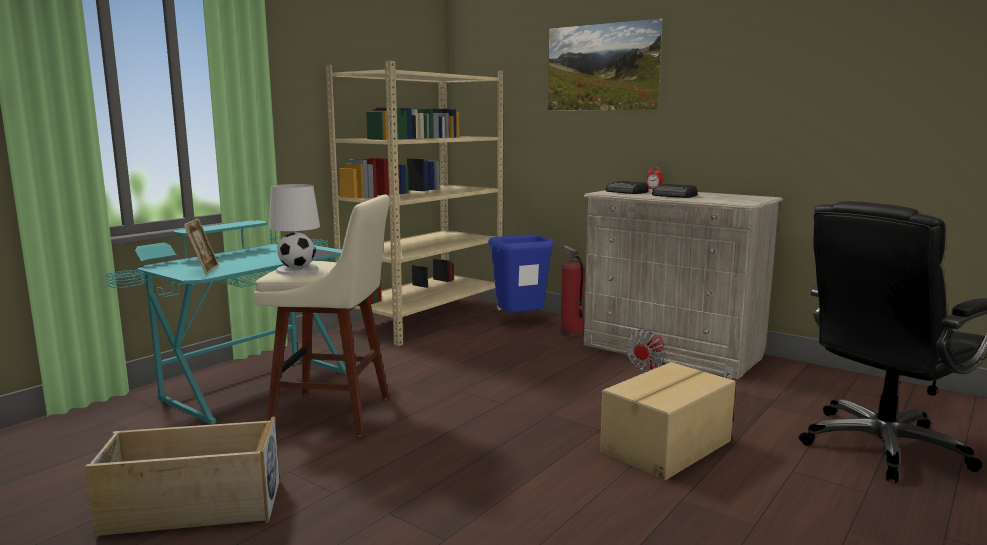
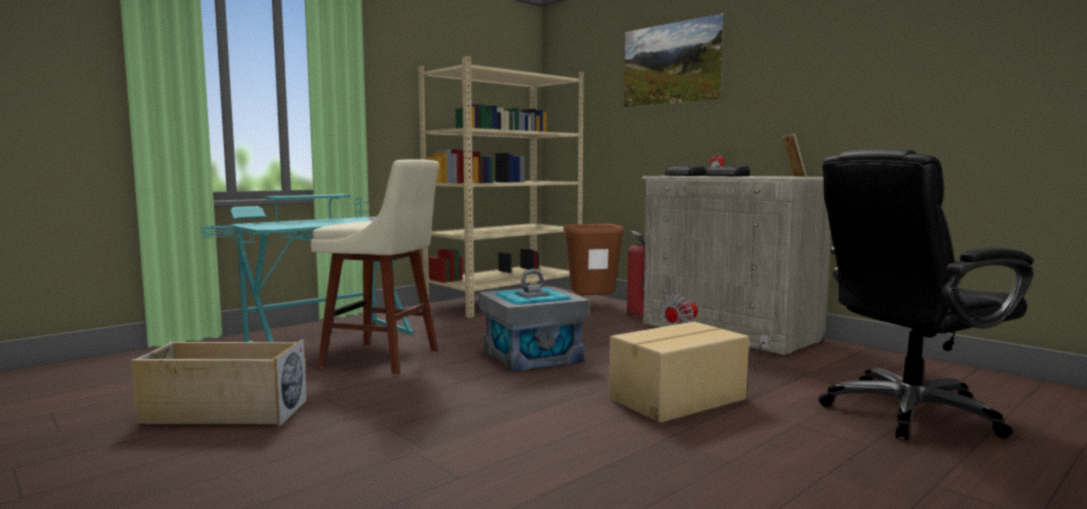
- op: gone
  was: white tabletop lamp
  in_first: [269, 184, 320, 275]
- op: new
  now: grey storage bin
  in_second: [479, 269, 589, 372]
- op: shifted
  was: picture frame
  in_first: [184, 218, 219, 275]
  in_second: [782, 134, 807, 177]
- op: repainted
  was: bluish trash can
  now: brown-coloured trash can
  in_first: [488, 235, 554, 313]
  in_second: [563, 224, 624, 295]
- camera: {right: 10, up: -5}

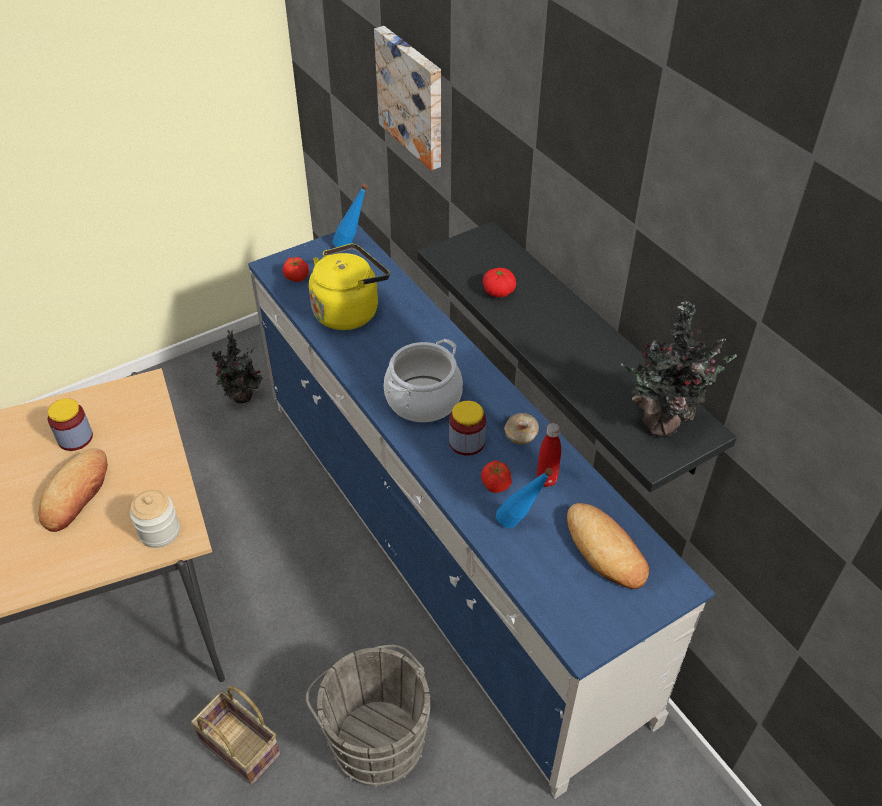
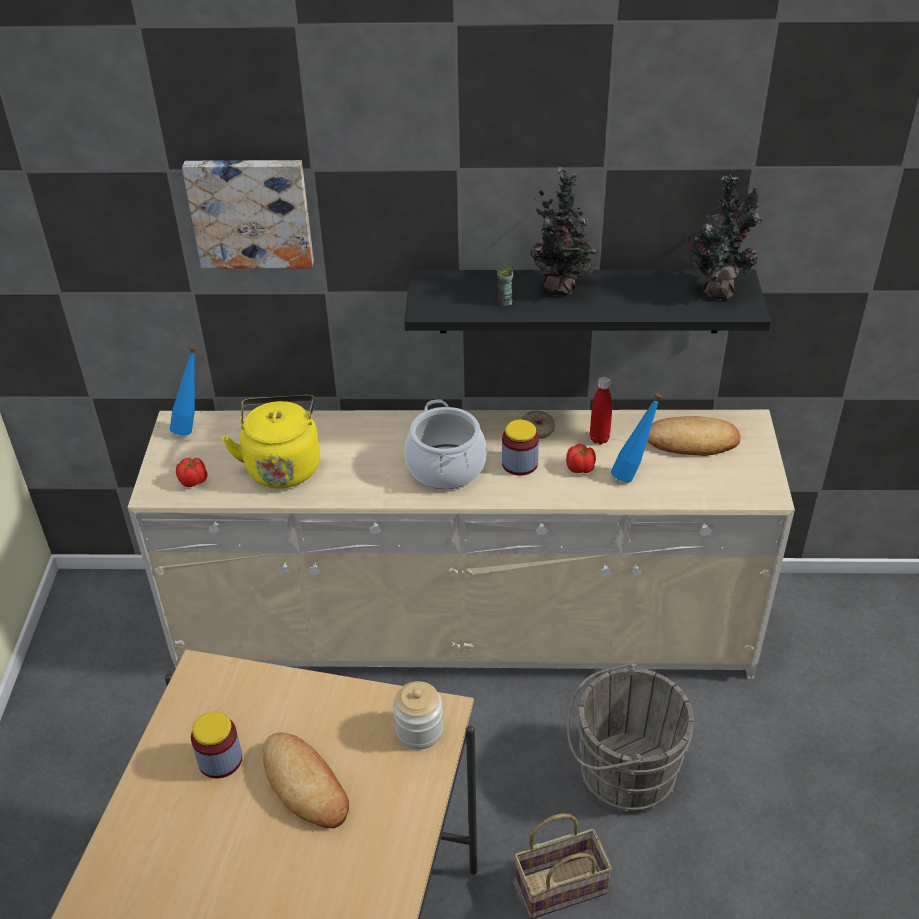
- op: shifted
  was: houseplant
  in_first: [211, 330, 264, 403]
  in_second: [530, 167, 599, 296]
- op: swapped
  was: tomato
  now: small cup
  in_first: [482, 268, 516, 297]
  in_second: [497, 264, 514, 306]
- op: repainted
  was: bluish cupboard
  now: beige-coloured cupboard
  in_first: [248, 225, 716, 799]
  in_second: [127, 410, 795, 678]
- camera: {right: -55, up: -5}

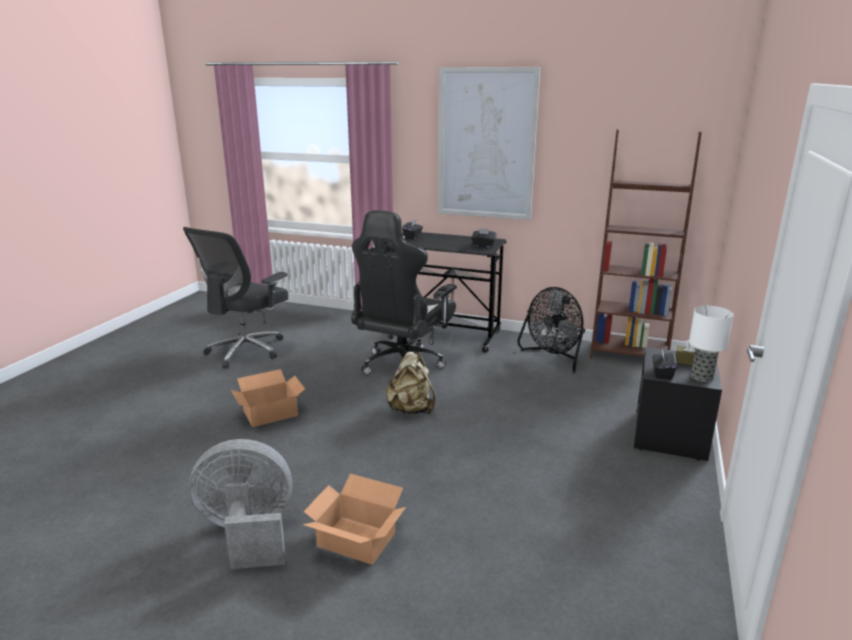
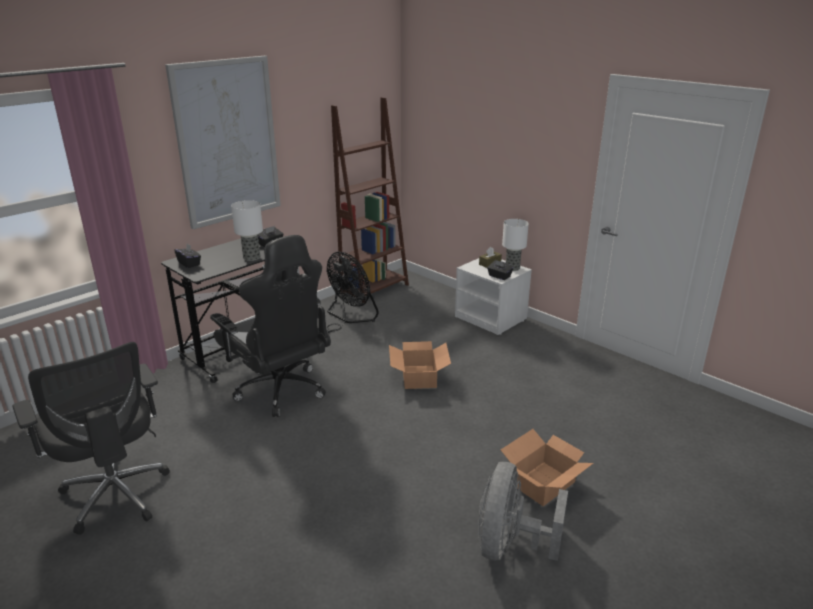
- op: gone
  was: beige-coloured rucksack
  in_first: [386, 352, 435, 415]
- op: new
  now: tabletop lamp
  in_second: [231, 200, 263, 261]
- op: shifted
  was: cardboard box
  in_first: [231, 369, 305, 427]
  in_second: [389, 341, 451, 389]
- op: repainted
  was: blackish bedside table
  now: white bedside table
  in_first: [634, 347, 722, 461]
  in_second: [455, 258, 532, 335]
- op: rotated
  was: blackish fan
  in_first: [518, 287, 585, 373]
  in_second: [326, 252, 379, 333]
  clockwise: -120
- camera: {right: -65, up: 5}

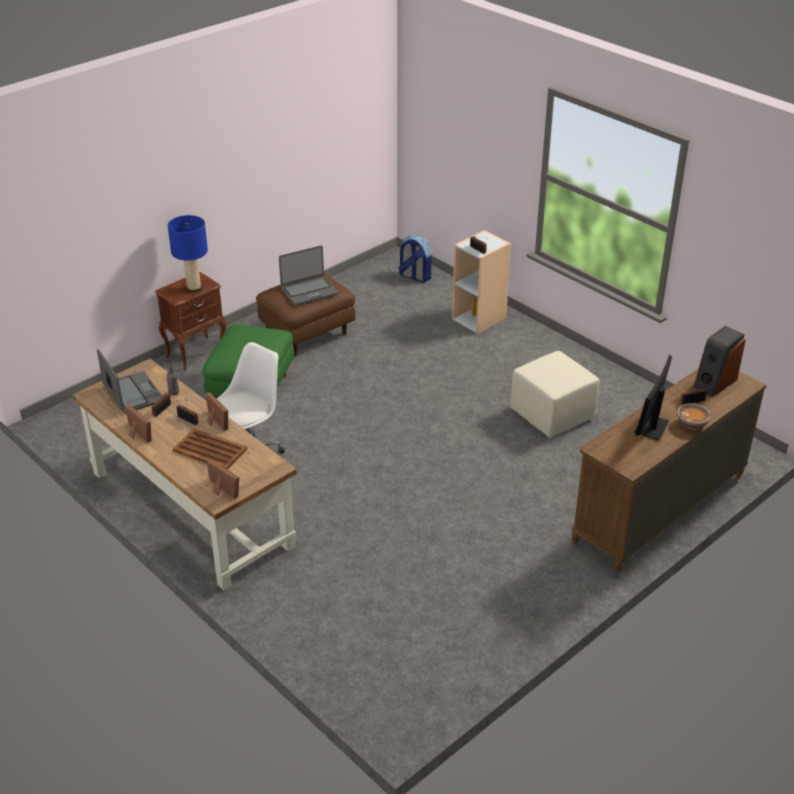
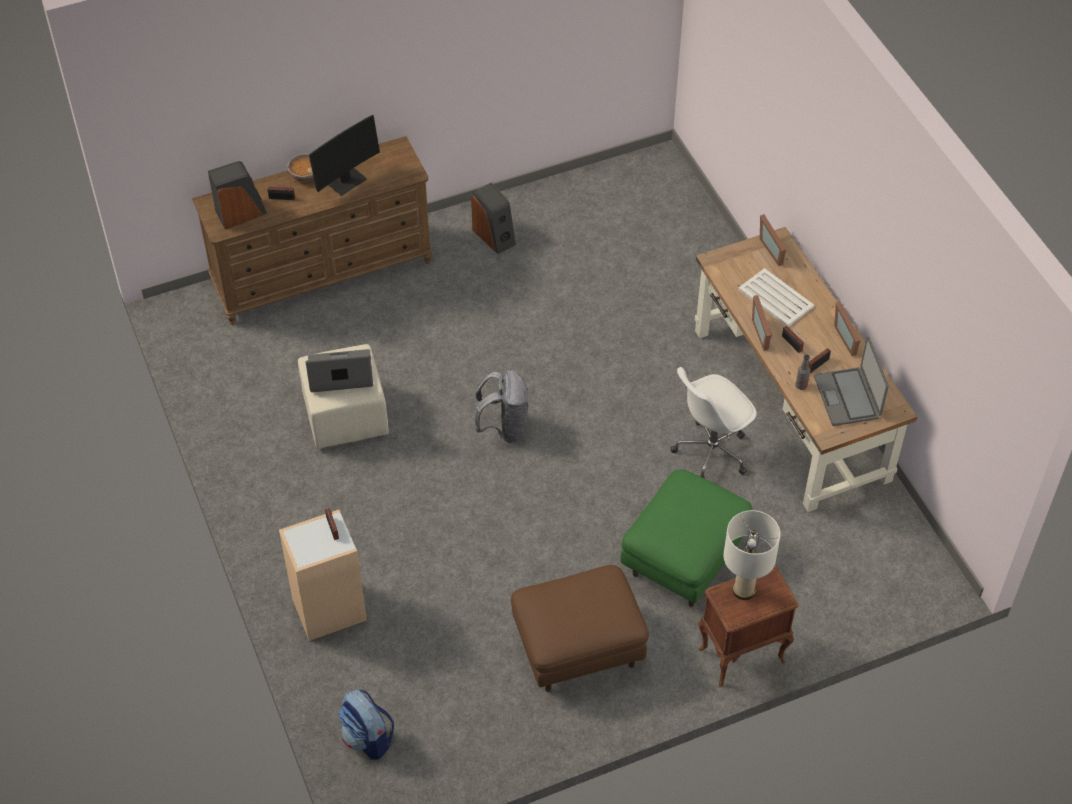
- op: new
  now: loudspeaker
  in_second: [471, 183, 516, 254]
- op: new
  now: grey rucksack
  in_second: [475, 370, 528, 443]
- op: shifted
  was: notebook computer
  in_first: [279, 246, 338, 306]
  in_second: [306, 349, 373, 392]
- op: repainted
  was: bluish tabletop lamp
  now: white tabletop lamp
  in_first: [168, 215, 208, 293]
  in_second: [724, 510, 781, 600]
- op: repainted
  was: brown-coloured serving tray
  now: white serving tray
  in_first: [173, 428, 247, 470]
  in_second: [738, 268, 814, 327]
- camera: {right: -160, up: 15}

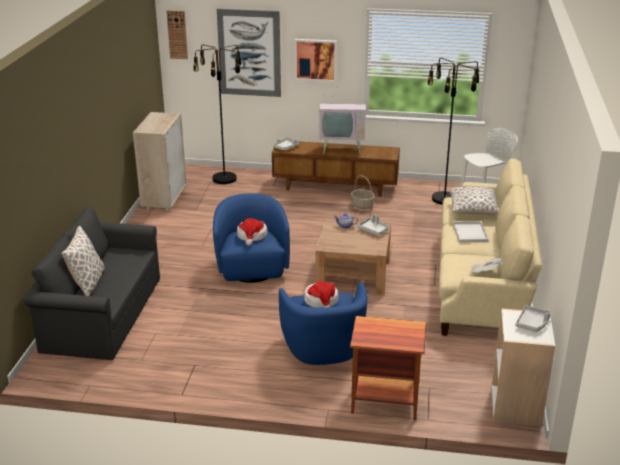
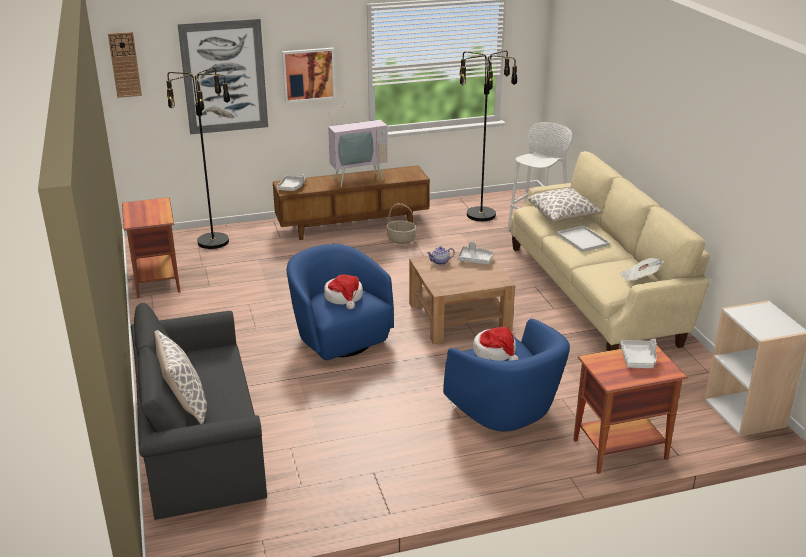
- op: shifted
  was: grey serving tray
  in_first: [515, 305, 551, 332]
  in_second: [620, 339, 657, 368]
- op: swapped
  was: beige-coloured cupboard
  now: bedside table
  in_first: [133, 112, 186, 210]
  in_second: [122, 197, 180, 298]
- camera: {right: -25, up: 0}

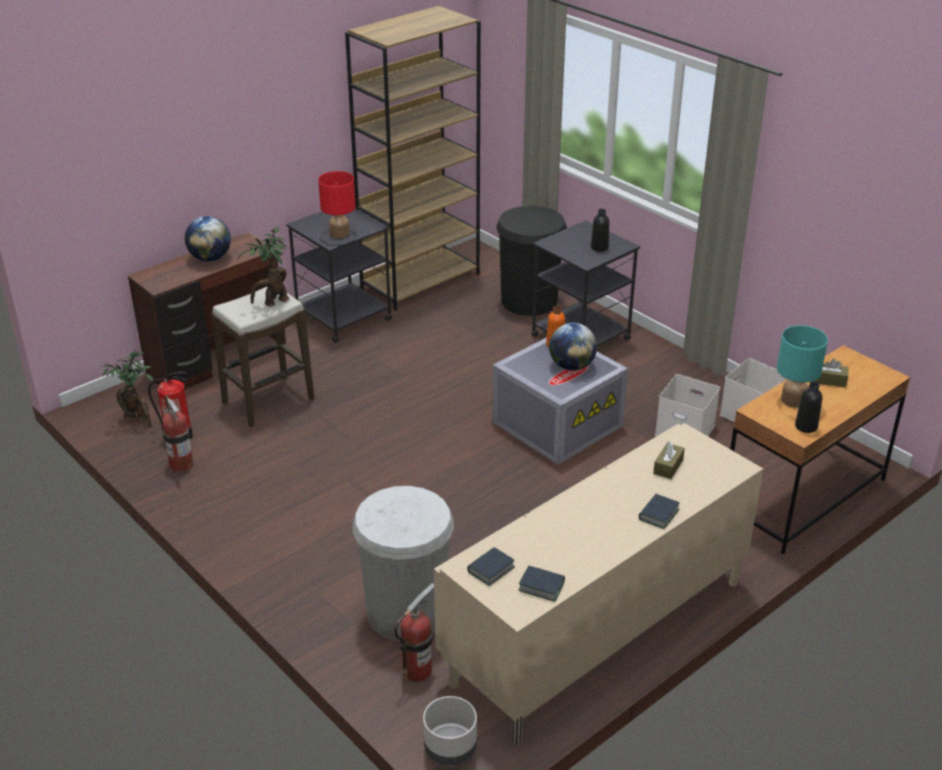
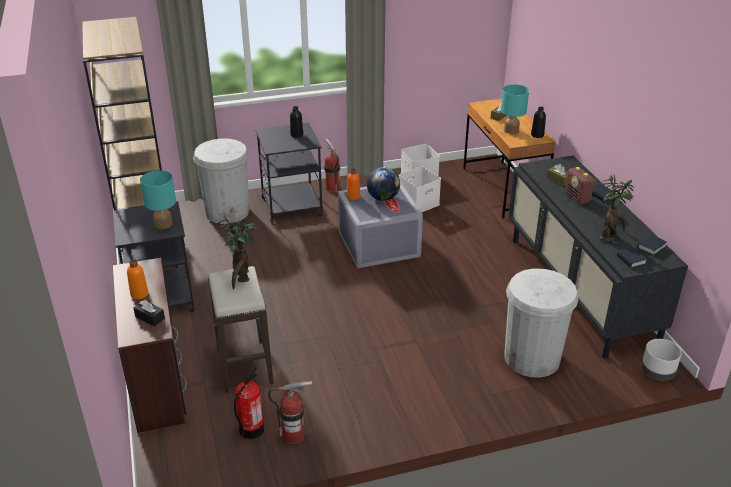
- op: new
  now: blackish box of tissues
  in_second: [133, 300, 165, 326]
- op: new
  now: radio receiver
  in_second: [565, 167, 595, 204]
- op: shifted
  was: houseplant
  in_first: [103, 350, 153, 427]
  in_second: [600, 175, 634, 241]
- op: shifted
  was: fire extinguisher
  in_first: [394, 583, 434, 682]
  in_second: [324, 138, 340, 192]
- op: swapped
  was: globe
  now: orange-coloured beverage bottle
  in_first: [185, 216, 231, 262]
  in_second: [127, 259, 148, 299]
- op: repainted
  was: reddish tabletop lamp
  now: turquoise tabletop lamp
  in_first: [318, 171, 356, 238]
  in_second: [140, 170, 176, 229]
- op: repainted
  was: beige-coloured cupboard
  now: blackish cupboard
  in_first: [434, 423, 763, 745]
  in_second: [508, 156, 688, 359]
- op: repainted
  was: blackish trash can
  now: white trash can
  in_first: [496, 206, 567, 316]
  in_second: [193, 139, 249, 224]
- camera: {right: -65, up: 0}

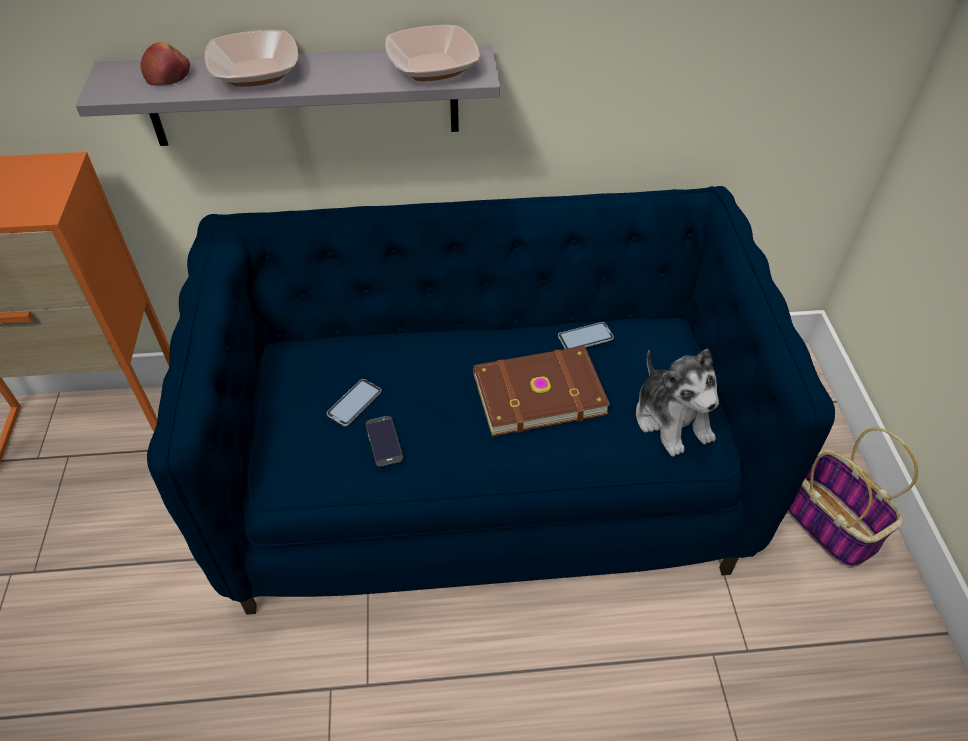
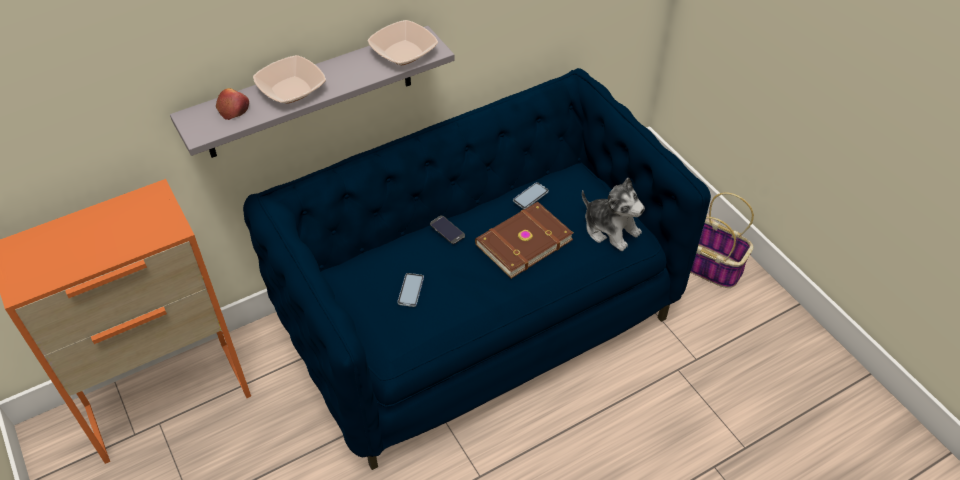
- op: shifted
  was: handset
  in_first: [366, 416, 403, 467]
  in_second: [430, 216, 465, 244]
- camera: {right: -25, up: 0}

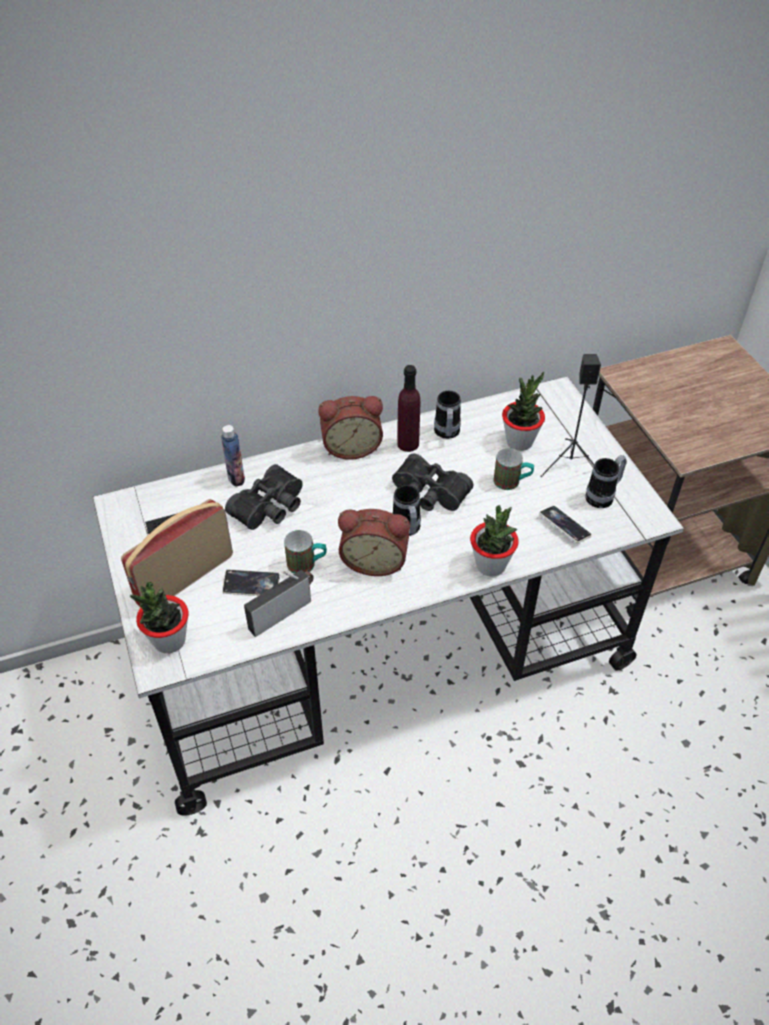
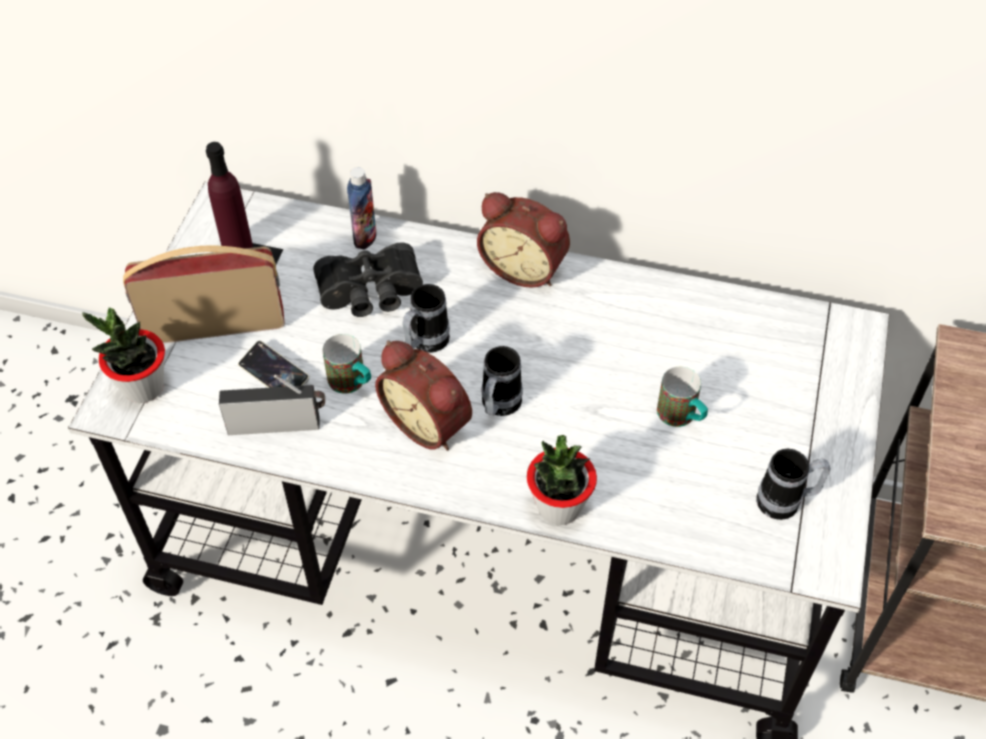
- op: gone
  was: blackish pair of binoculars
  in_first: [392, 454, 473, 511]
- op: gone
  was: houseplant
  in_first: [502, 372, 545, 451]
- op: gone
  was: handset
  in_first: [539, 506, 592, 543]
- op: gone
  was: blackish loudspeaker
  in_first: [540, 354, 601, 477]
- op: shifted
  was: purplish beverage bottle
  in_first: [397, 365, 420, 452]
  in_second: [206, 142, 253, 249]
- op: shifted
  was: tea mug
  in_first: [434, 391, 461, 439]
  in_second: [402, 284, 450, 353]
- camera: {right: 35, up: 5}

